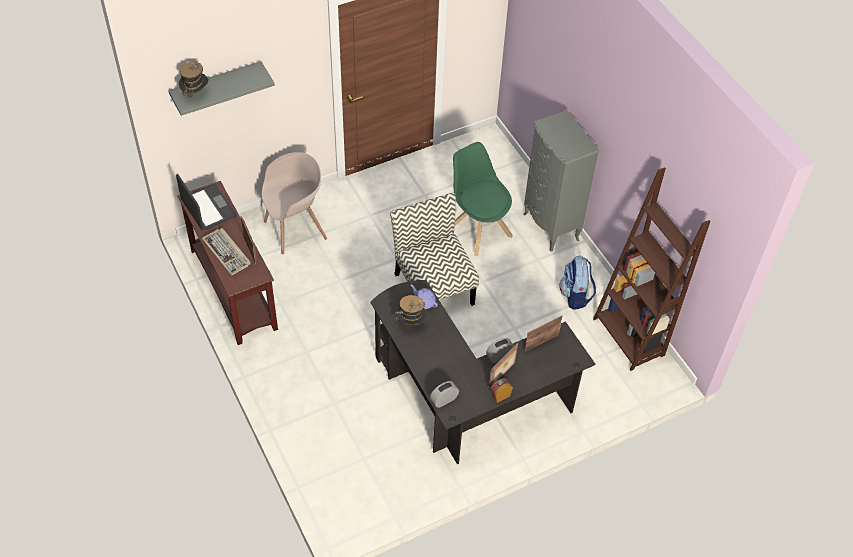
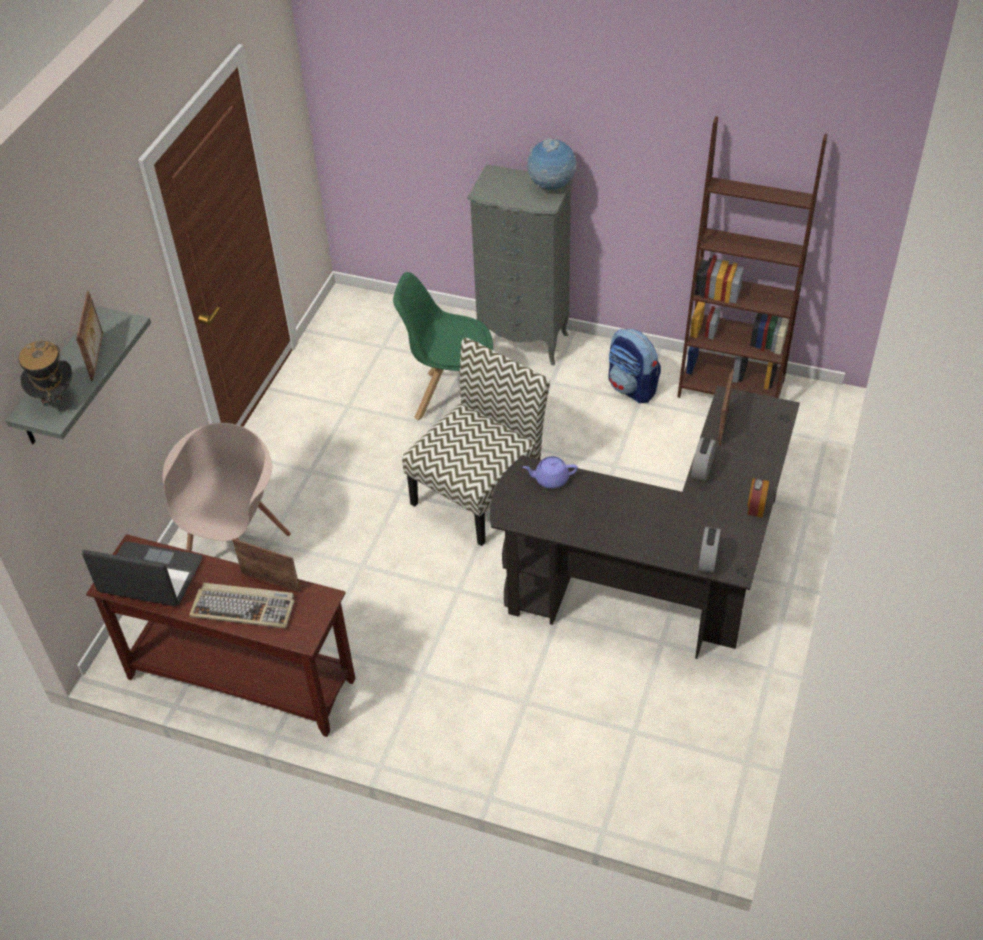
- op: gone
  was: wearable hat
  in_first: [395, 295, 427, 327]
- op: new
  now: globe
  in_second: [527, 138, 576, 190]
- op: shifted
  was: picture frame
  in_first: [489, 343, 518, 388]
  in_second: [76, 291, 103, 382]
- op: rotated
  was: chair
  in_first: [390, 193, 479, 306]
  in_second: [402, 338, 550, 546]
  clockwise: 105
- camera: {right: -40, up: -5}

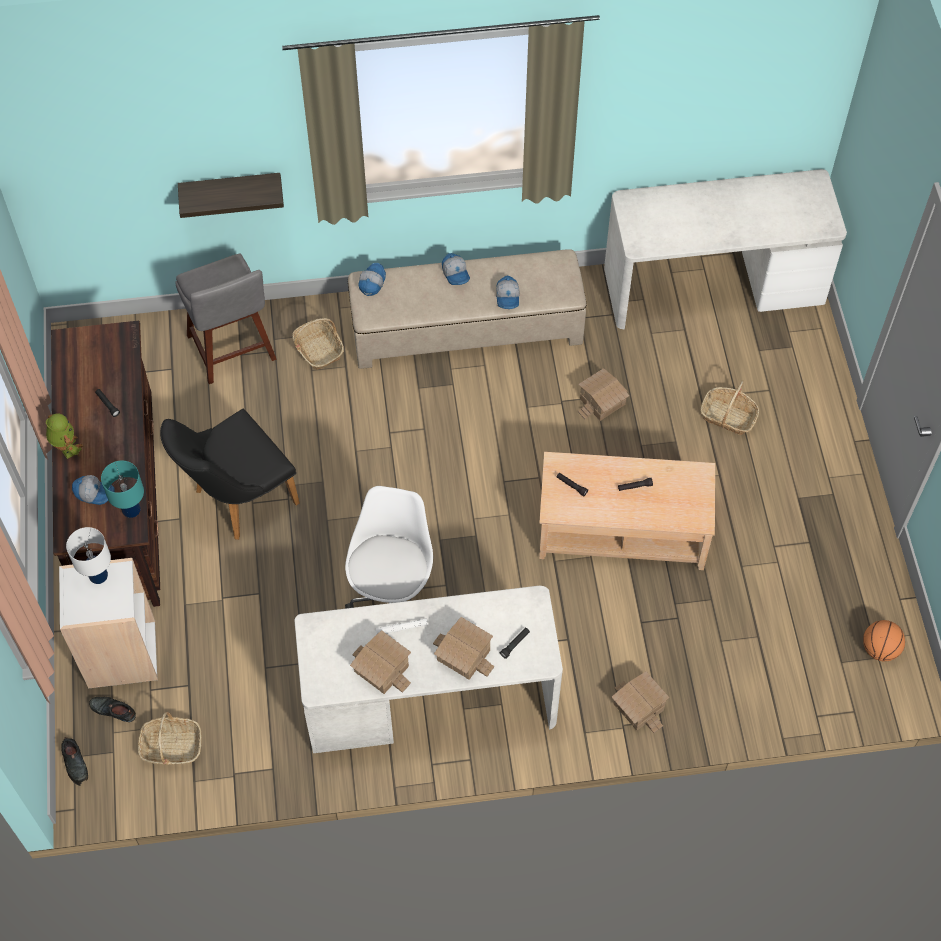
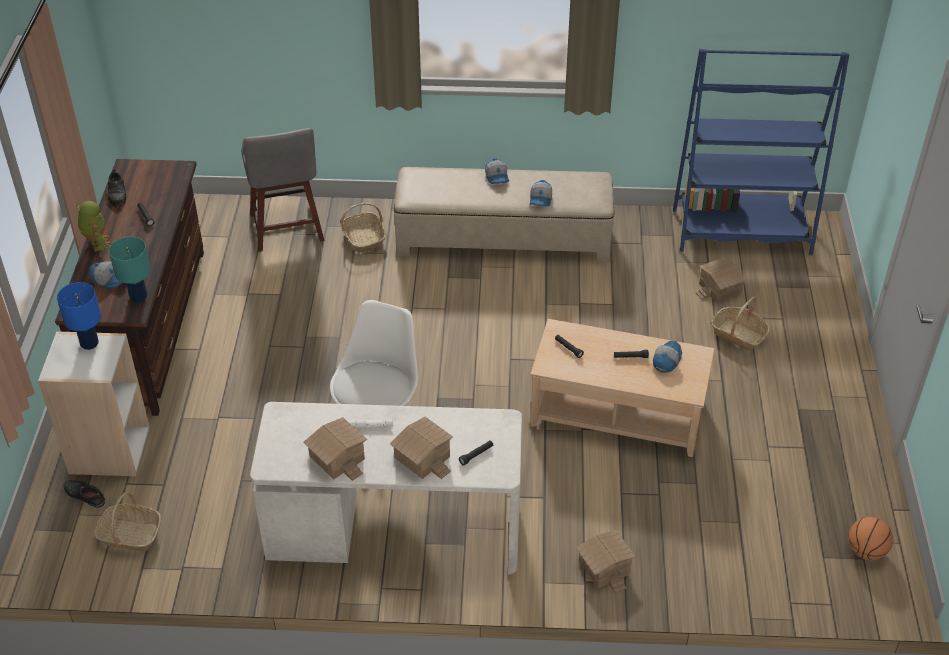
- op: gone
  was: blackish chair
  in_first: [160, 409, 300, 540]
- op: gone
  was: wall shelf
  in_first: [178, 173, 284, 218]
- op: shifted
  was: blackish low shoe
  in_first: [61, 737, 88, 786]
  in_second: [108, 170, 126, 208]
- op: shifted
  was: cap
  in_first: [359, 263, 386, 296]
  in_second: [653, 341, 682, 373]
- op: shifted
  was: model house
  in_first: [578, 368, 629, 421]
  in_second: [696, 257, 747, 303]
- op: swapped
  was: white desk table
  now: bluish bookshelf
  in_first: [604, 169, 847, 329]
  in_second: [673, 49, 849, 255]
- op: repainted
  was: white tabletop lamp
  now: bluish tabletop lamp
  in_first: [66, 527, 111, 584]
  in_second: [57, 282, 101, 350]
- camera: {right: 10, up: -15}

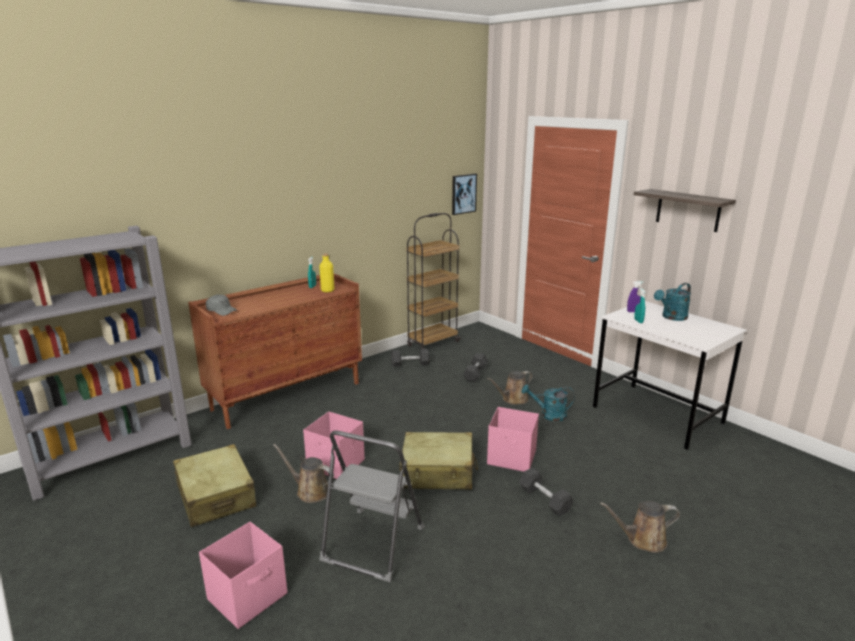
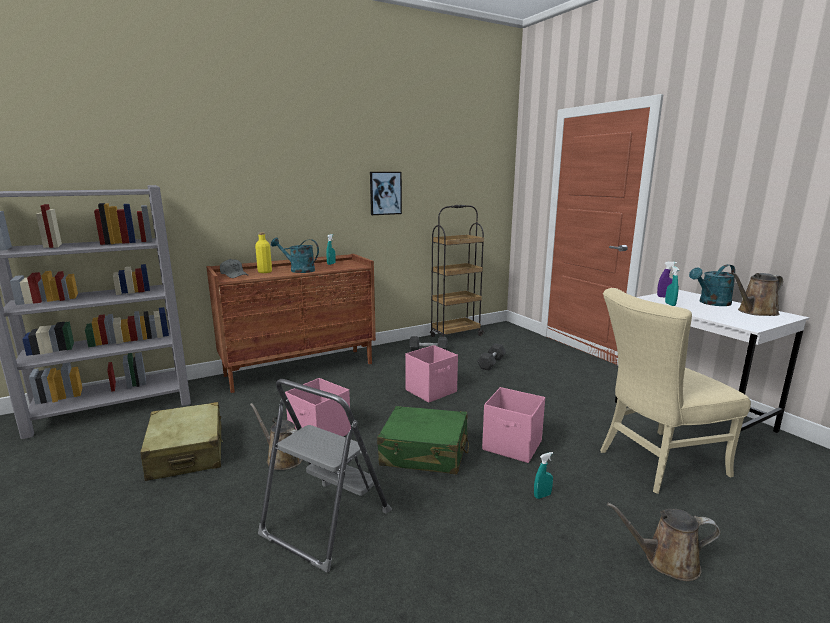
- op: gone
  was: wall shelf
  in_first: [634, 189, 736, 232]
- op: new
  now: beige-coloured chair
  in_second: [600, 288, 751, 494]
- op: shifted
  was: pink-coloured storage bin
  in_first: [199, 522, 287, 629]
  in_second: [405, 345, 458, 403]
- op: shifted
  was: yellowish beverage bottle
  in_first: [319, 253, 334, 292]
  in_second: [255, 232, 272, 273]
- op: shifted
  was: wall picture
  in_first: [452, 173, 477, 215]
  in_second: [370, 172, 402, 215]
- op: shifted
  was: brown-coloured watering pot
  in_first: [487, 371, 533, 405]
  in_second: [731, 272, 783, 316]
- op: shifted
  was: turquoise watering pot
  in_first: [521, 384, 575, 421]
  in_second: [271, 237, 319, 273]
- op: swapped
  was: blackish dumbbell
  now: turquoise hand sprayer
  in_first: [519, 468, 573, 516]
  in_second: [534, 452, 553, 499]
- op: repainted
  was: beige-coloured piece of luggage
  now: greenish piece of luggage
  in_first: [400, 432, 478, 490]
  in_second: [377, 406, 469, 475]
- camera: {right: 10, up: -5}

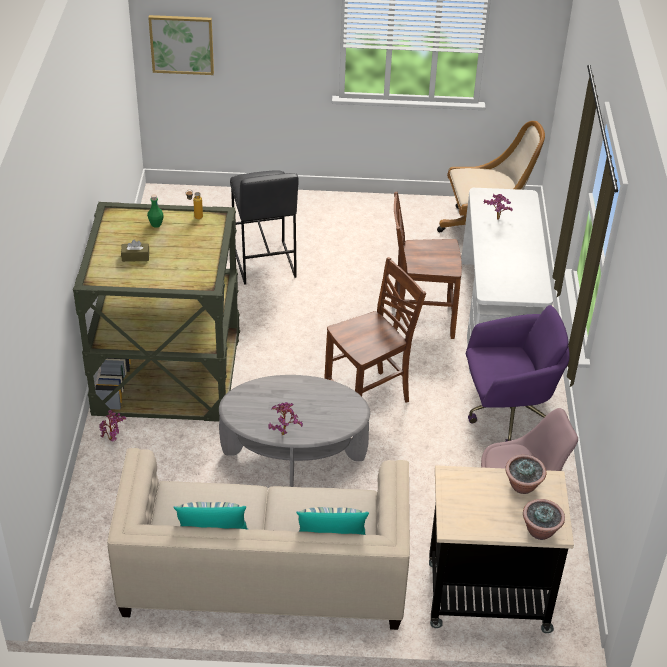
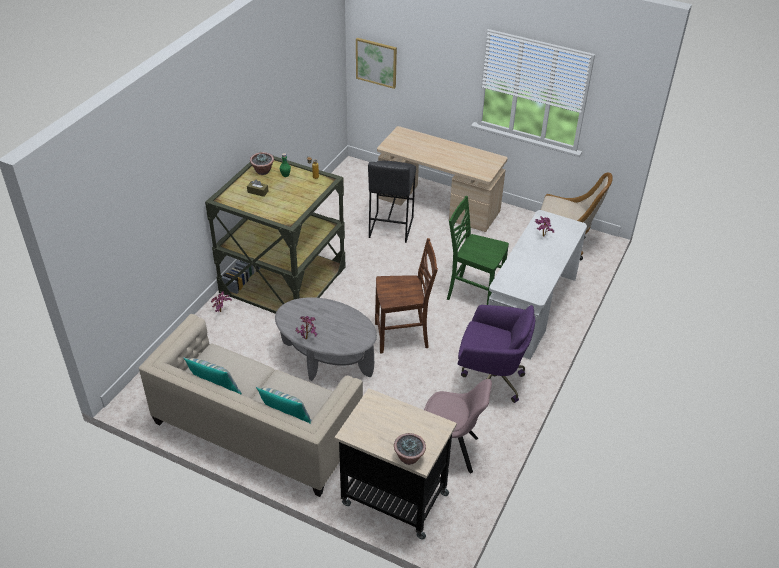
- op: new
  now: beige-coloured desk table
  in_second: [377, 126, 508, 232]
- op: shifted
  was: houseplant
  in_first: [505, 454, 546, 494]
  in_second: [250, 152, 274, 175]
- op: repainted
  was: brown-coloured chair
  now: greenish chair
  in_first: [391, 192, 462, 339]
  in_second: [447, 196, 509, 305]
- camera: {right: 25, up: 0}

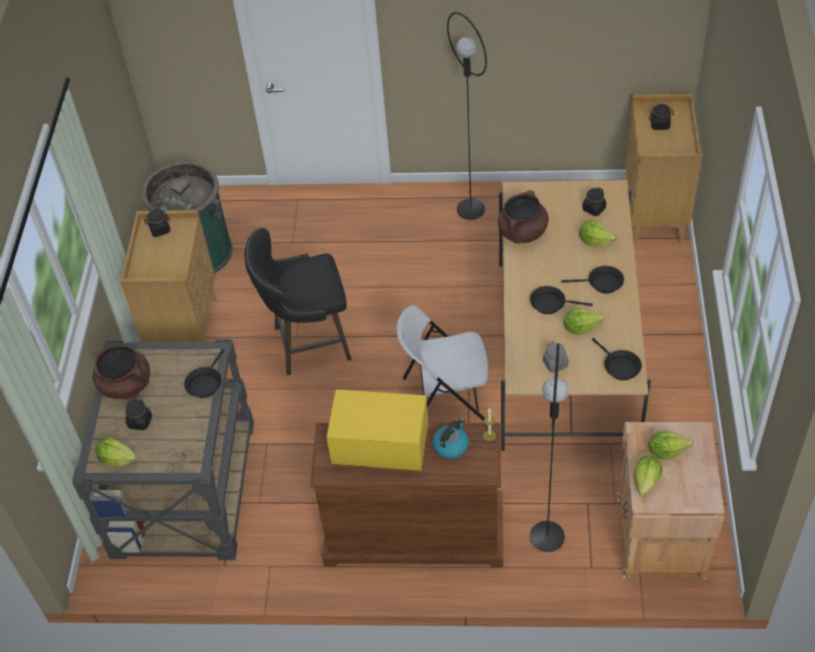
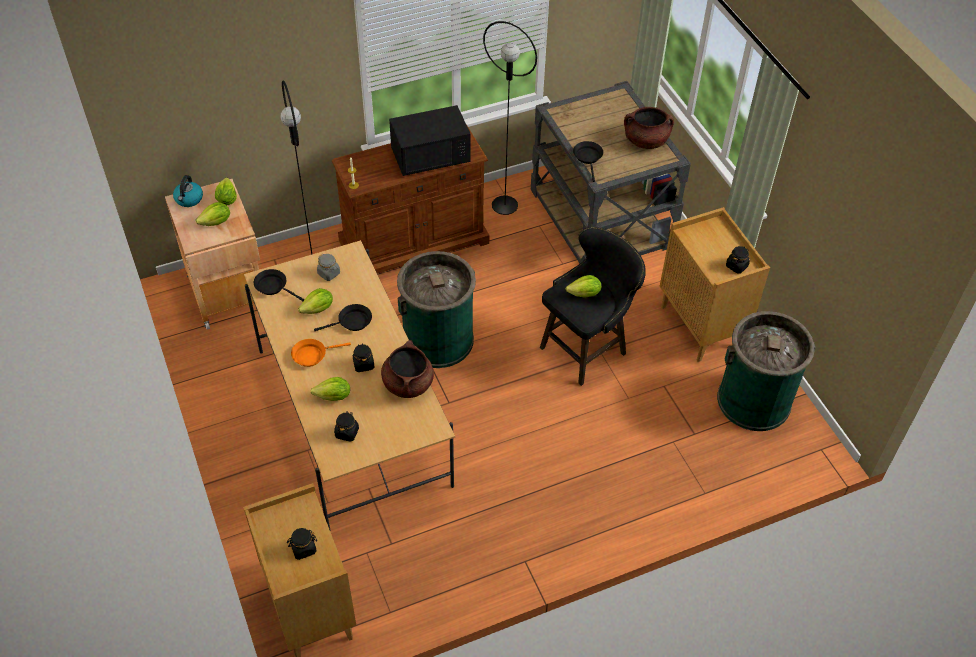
- op: shifted
  was: lettuce head
  in_first: [95, 437, 137, 467]
  in_second: [566, 275, 601, 298]
- op: shifted
  was: blackish storage jar
  in_first: [125, 398, 152, 430]
  in_second: [352, 343, 374, 372]
- op: shifted
  was: kettle
  in_first: [432, 418, 469, 459]
  in_second: [173, 175, 203, 207]
- op: shifted
  was: blackish standing lamp
  in_first: [447, 12, 487, 220]
  in_second: [483, 21, 537, 215]
- op: swapped
  was: white chair
  now: greenish trash can
  in_first: [397, 305, 488, 421]
  in_second: [397, 251, 476, 368]
- op: repainted
  was: yellowish microwave oven
  now: blackish microwave oven
  in_first: [326, 389, 428, 471]
  in_second: [389, 105, 471, 176]
- op: repainted
  was: blackish frying pan
  now: orange-coloured frying pan
  in_first: [562, 266, 624, 294]
  in_second: [291, 339, 351, 367]
- camera: {right: 150, up: 0}

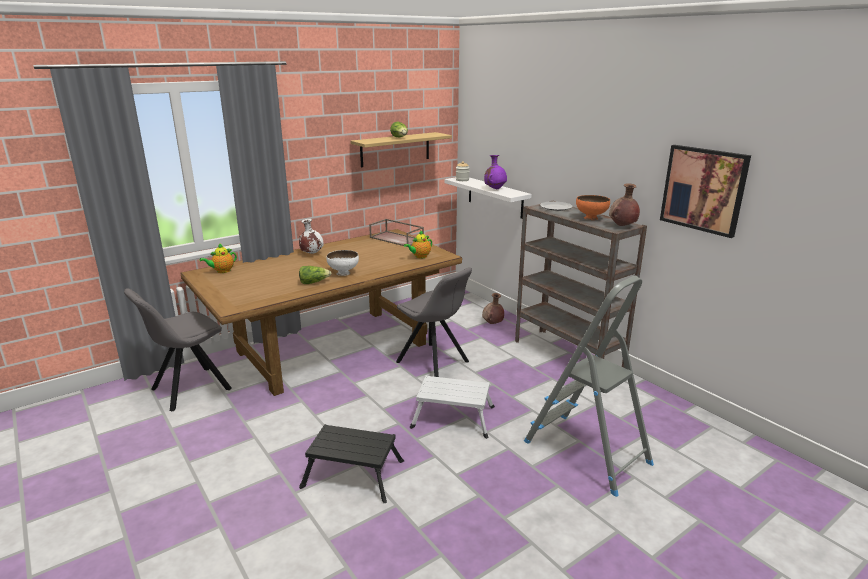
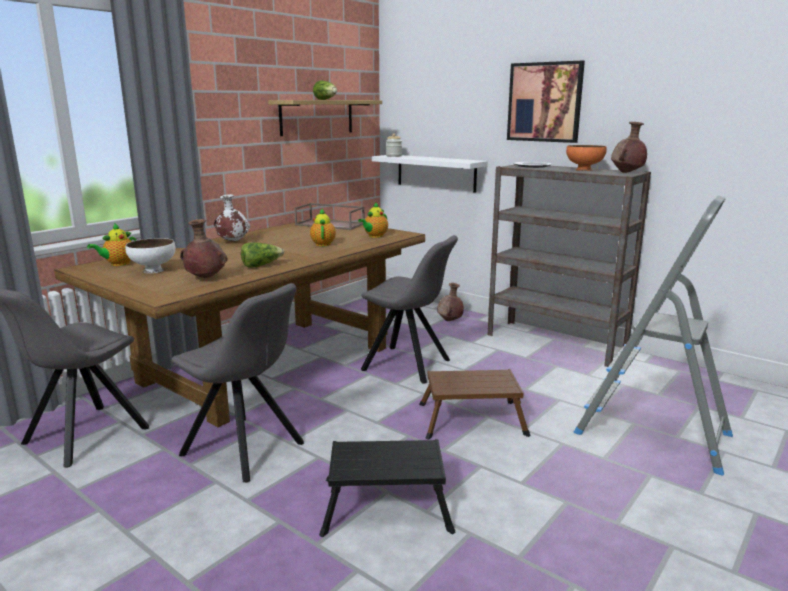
- op: gone
  was: purplish flower vase
  in_first: [484, 155, 507, 189]
- op: new
  now: grey chair
  in_second: [172, 283, 304, 483]
- op: new
  now: brown-coloured flower vase
  in_second: [180, 219, 228, 278]
- op: new
  now: tea pot
  in_second: [310, 209, 336, 246]
- op: shifted
  was: white serving bowl
  in_first: [326, 250, 359, 276]
  in_second: [126, 238, 176, 273]
- op: shifted
  was: wall picture
  in_first: [660, 145, 751, 238]
  in_second: [507, 61, 585, 143]
- op: repainted
  was: white step ladder
  now: brown-coloured step ladder
  in_first: [409, 375, 495, 439]
  in_second: [419, 369, 531, 440]
- camera: {right: -15, up: -5}

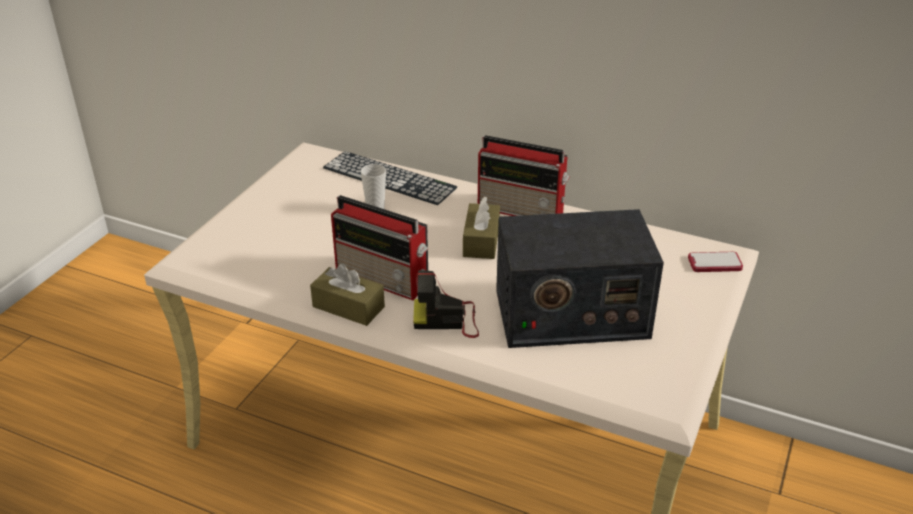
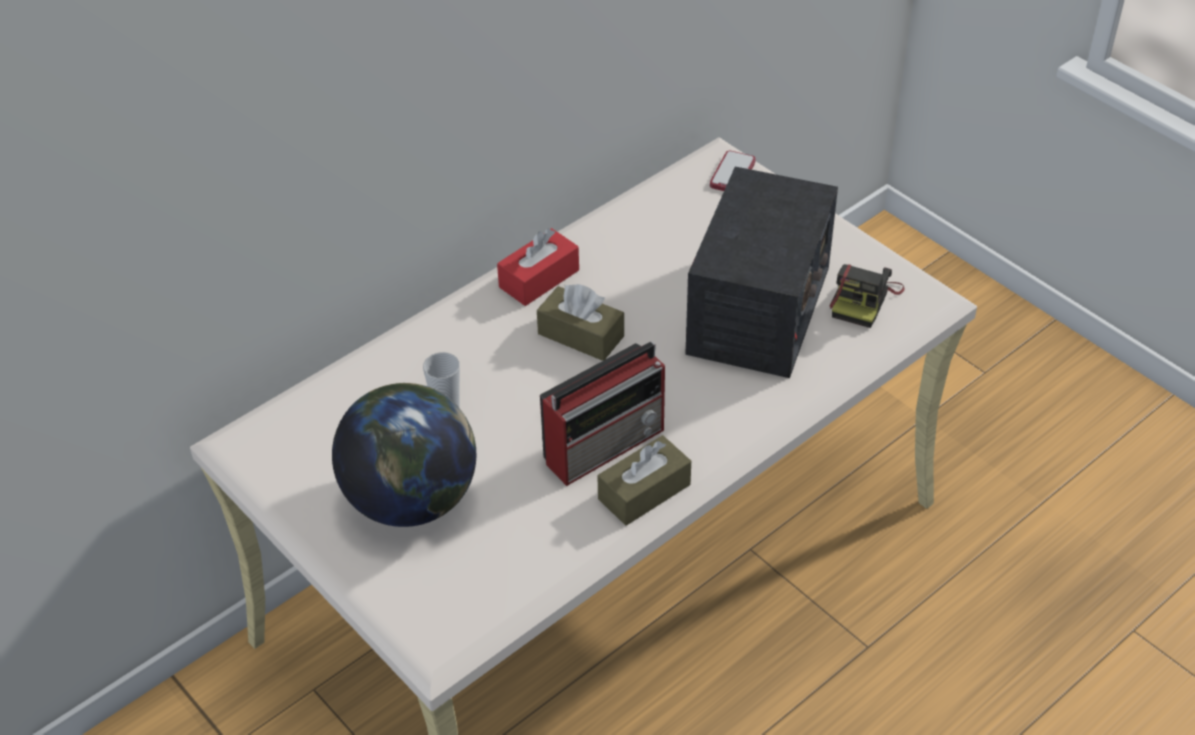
- op: gone
  was: PC keyboard
  in_first: [323, 151, 457, 205]
- op: new
  now: globe
  in_second: [332, 383, 476, 527]
- op: shifted
  was: photo camera
  in_first: [413, 270, 479, 338]
  in_second: [830, 264, 905, 328]
- op: swapped
  was: radio receiver
  now: reddish box of tissues
  in_first: [478, 135, 570, 216]
  in_second: [497, 228, 579, 306]
- camera: {right: -65, up: 10}

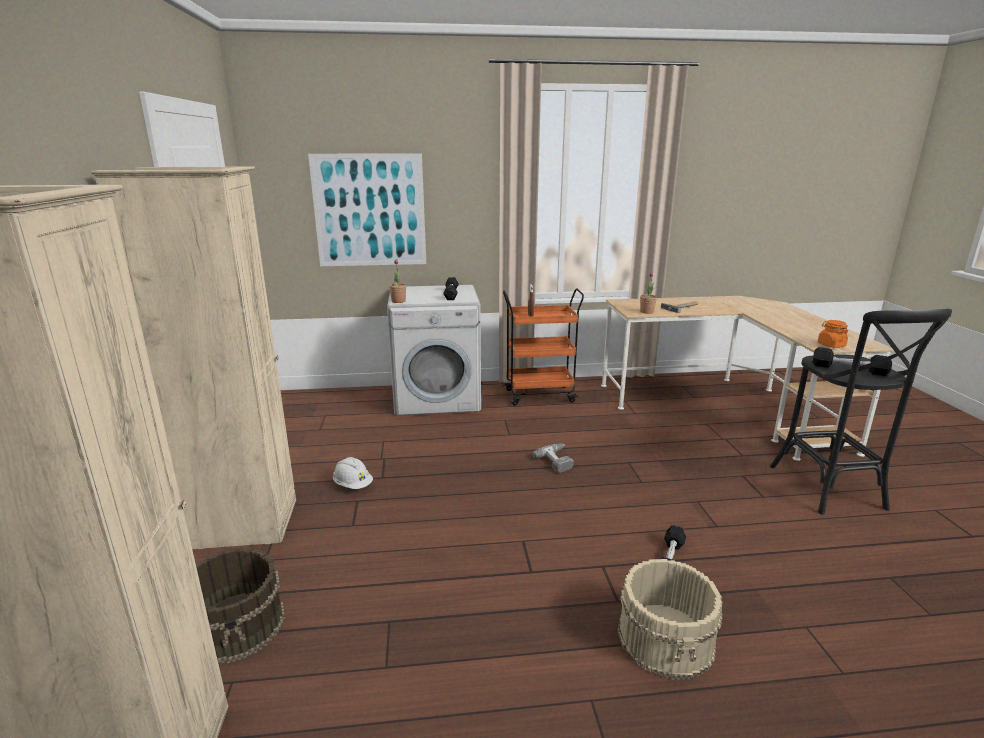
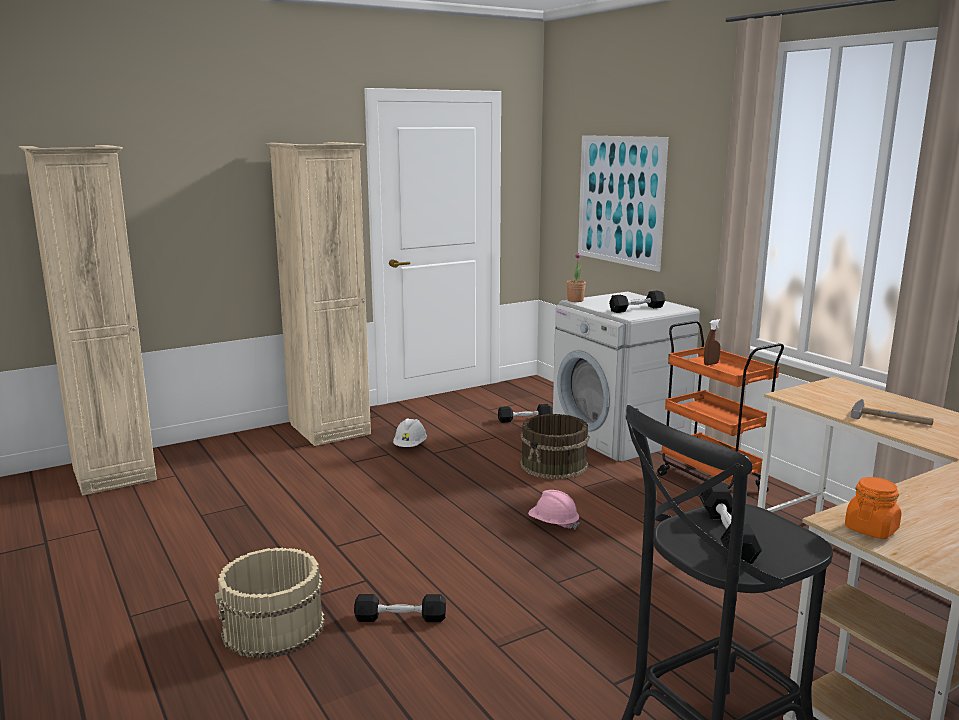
- op: gone
  was: houseplant
  in_first: [640, 272, 657, 314]
- op: new
  now: blackish dumbbell
  in_second: [498, 404, 553, 423]
- op: shifted
  was: brown-coloured bucket
  in_first: [196, 548, 285, 664]
  in_second: [520, 414, 589, 479]
- op: swapped
  was: drill
  now: pink-coloured work helmet
  in_first: [533, 443, 573, 473]
  in_second: [528, 490, 579, 529]
- camera: {right: 65, up: -5}

